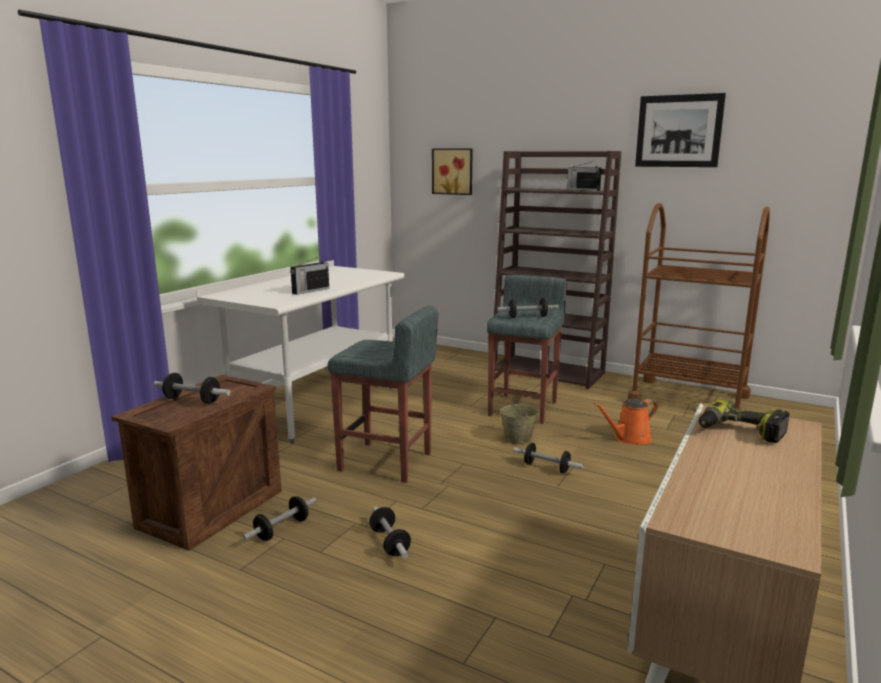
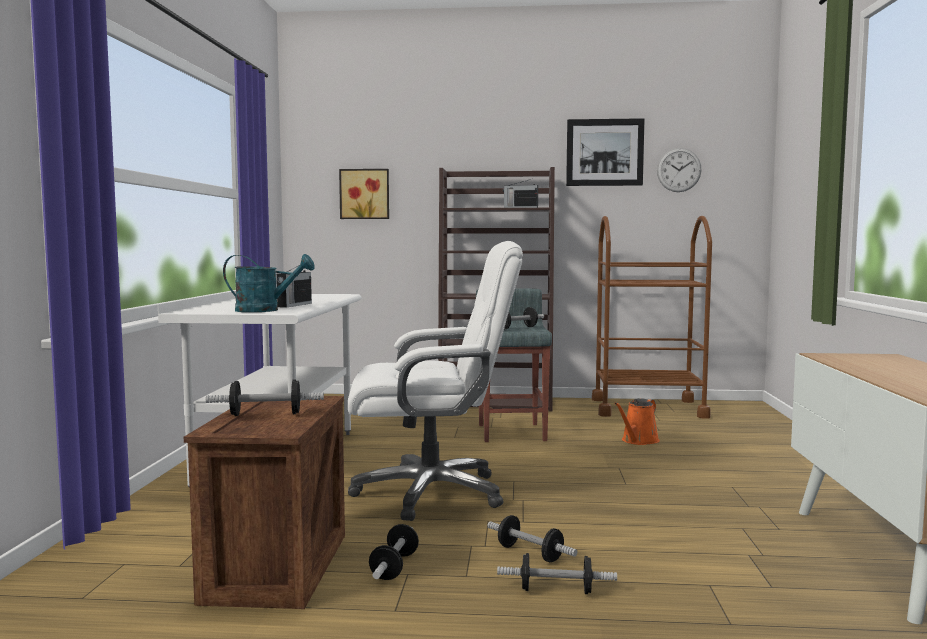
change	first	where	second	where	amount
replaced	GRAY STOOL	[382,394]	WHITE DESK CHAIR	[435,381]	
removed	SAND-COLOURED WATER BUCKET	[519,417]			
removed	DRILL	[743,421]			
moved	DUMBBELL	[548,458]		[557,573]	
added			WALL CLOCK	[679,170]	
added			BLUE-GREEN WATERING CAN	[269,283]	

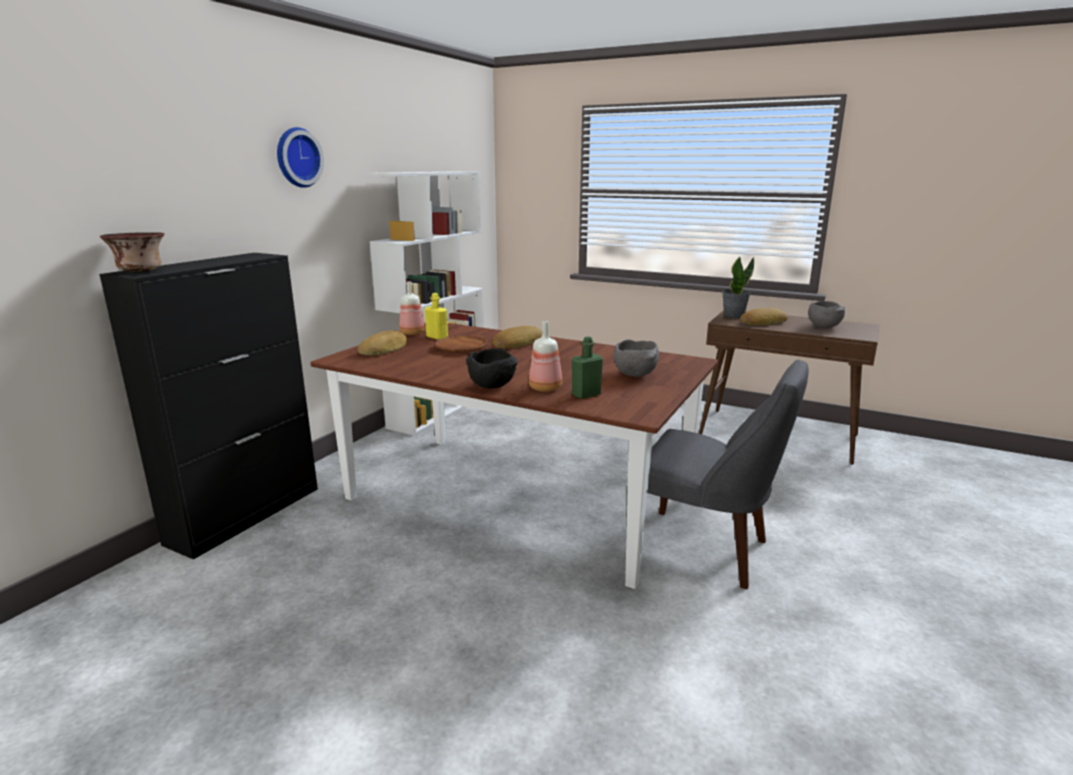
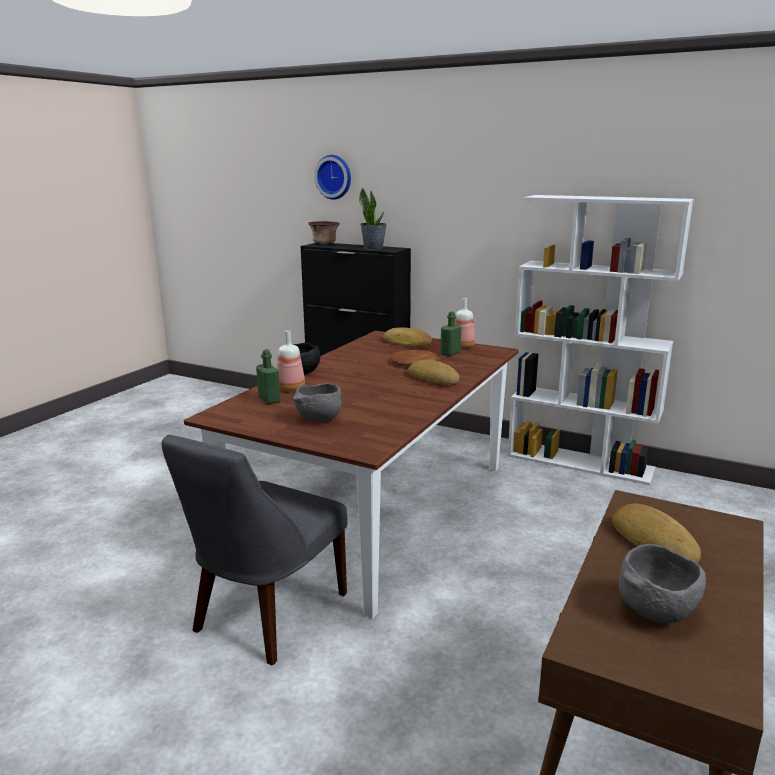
change	first	where	second	where	amount
moved	WALL CLOCK	[300,157]		[332,177]	
moved	HOUSEPLANT	[738,287]		[373,219]	
recoloured	YELLOW BOTTLE	[436,316]	GREEN BOTTLE	[451,333]	

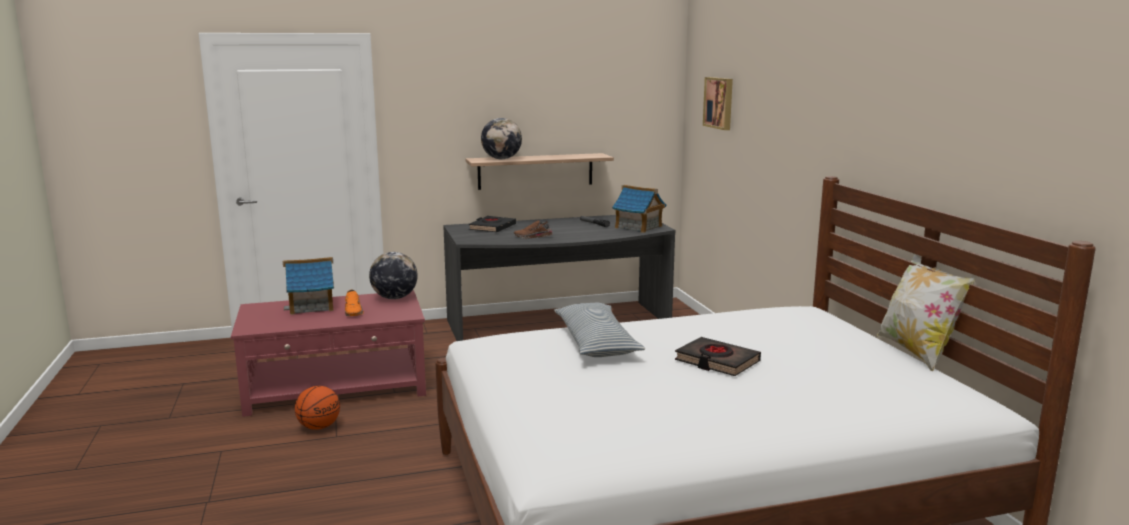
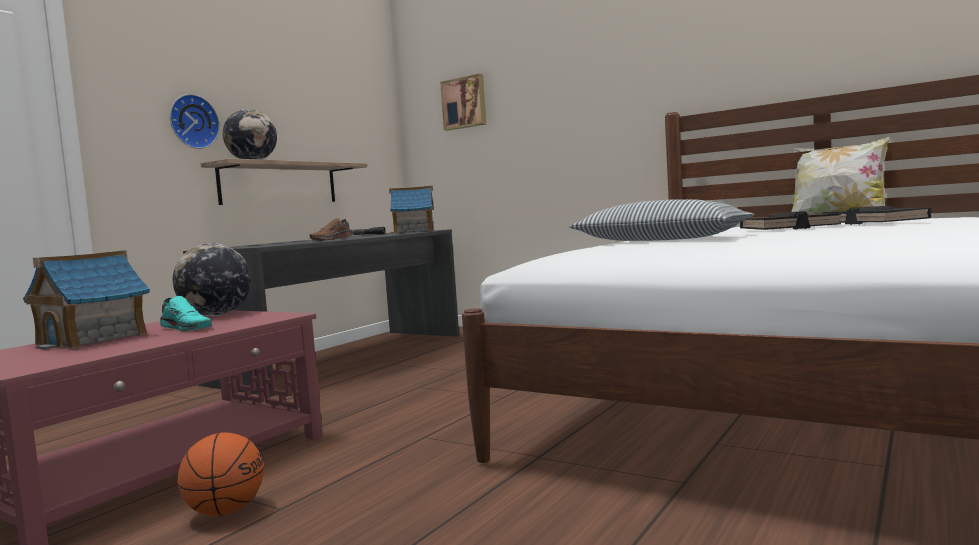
change	first	where	second	where	amount
moved	BLACK-COLOURED VOLUME	[492,224]		[877,215]	
recoloured	ORANGE SHOE	[354,302]	BLUE-GREEN SHOE	[186,314]	
added			WALL CLOCK	[195,121]	

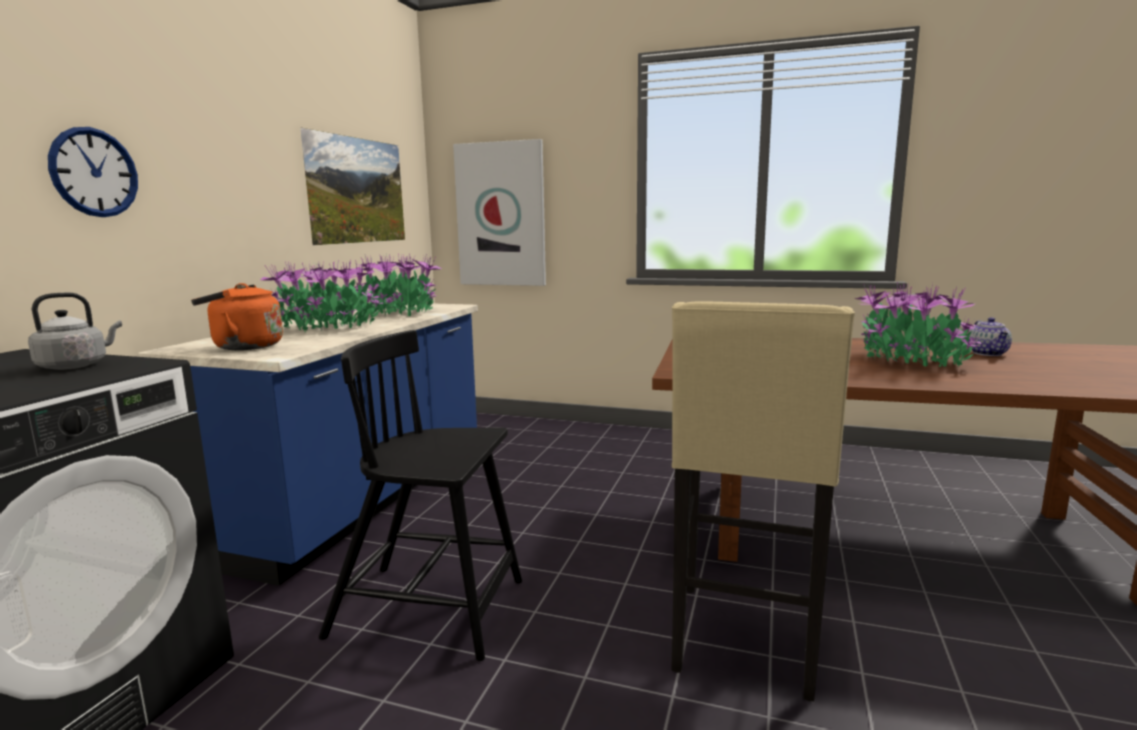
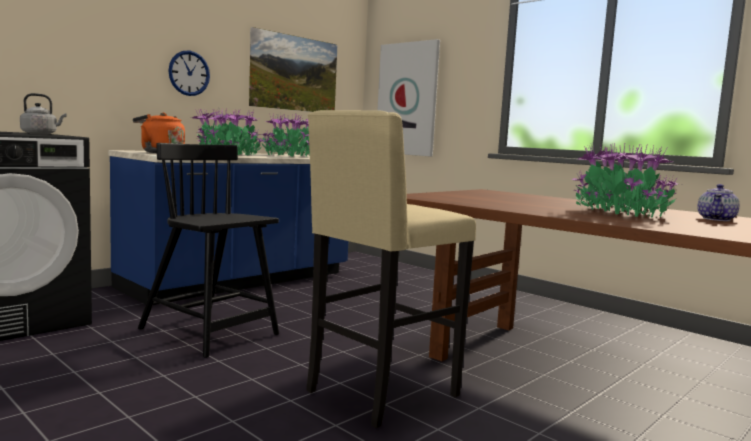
change	first	where	second	where	amount
moved	WALL CLOCK	[93,172]		[189,73]	

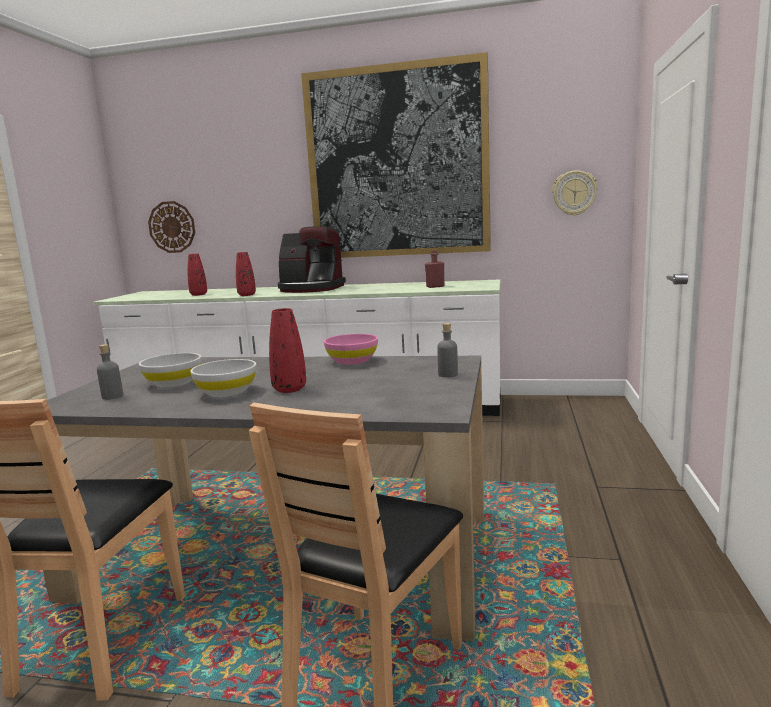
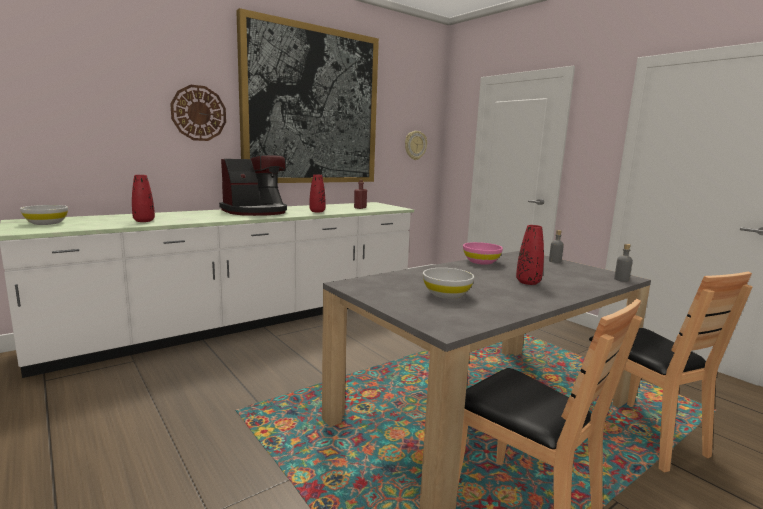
change	first	where	second	where	amount
moved	WALL CLOCK	[171,227]		[198,113]	
moved	RED VASE	[246,274]		[317,193]	
moved	GRAY BOTTLE	[110,372]		[623,263]	
moved	WHITE BOWL	[223,378]		[44,215]	

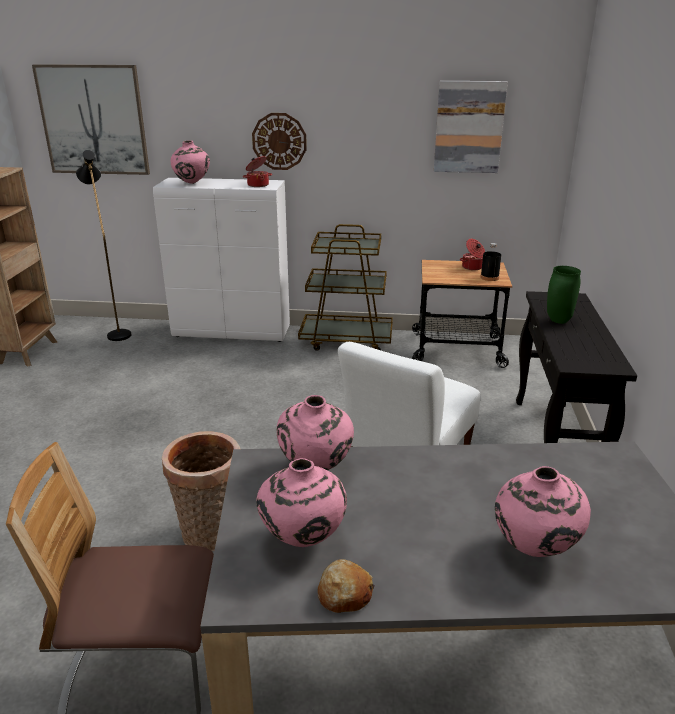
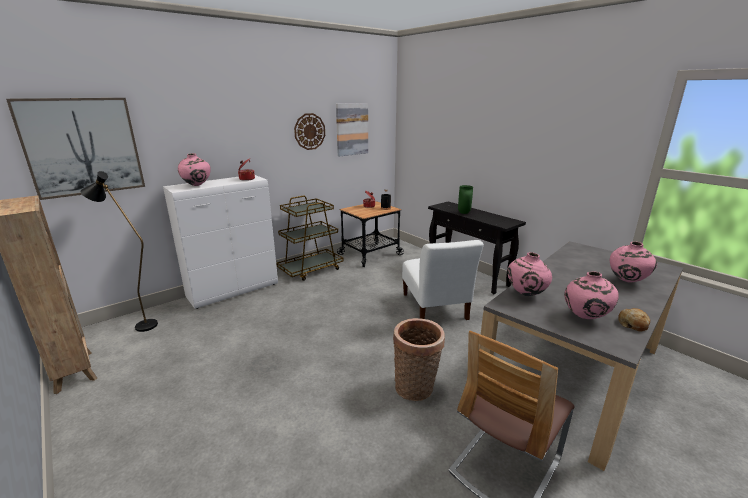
change	first	where	second	where	amount
moved	WALL CLOCK	[279,141]		[309,131]	

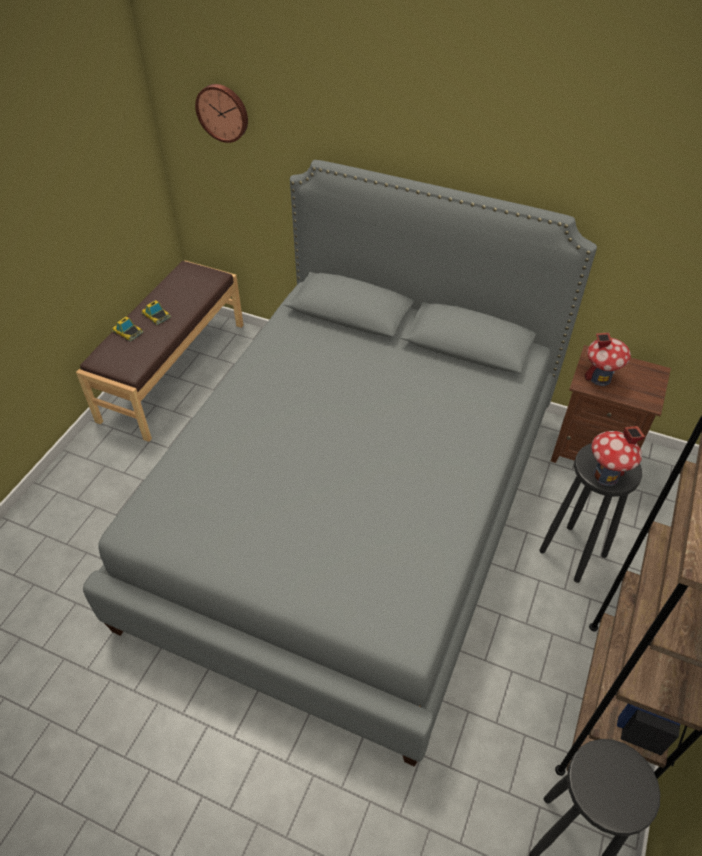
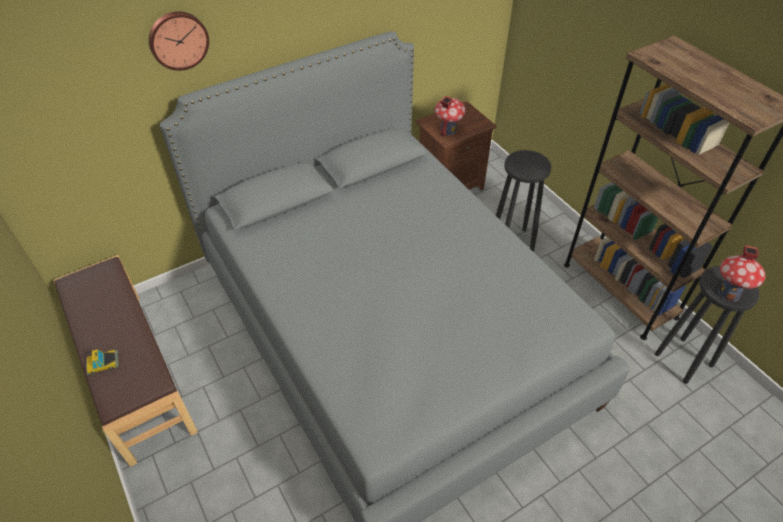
change	first	where	second	where	amount
moved	WALL CLOCK	[221,113]		[179,41]	
removed	TOY CAR	[156,312]			
moved	TOY HOUSE	[618,456]		[741,273]	

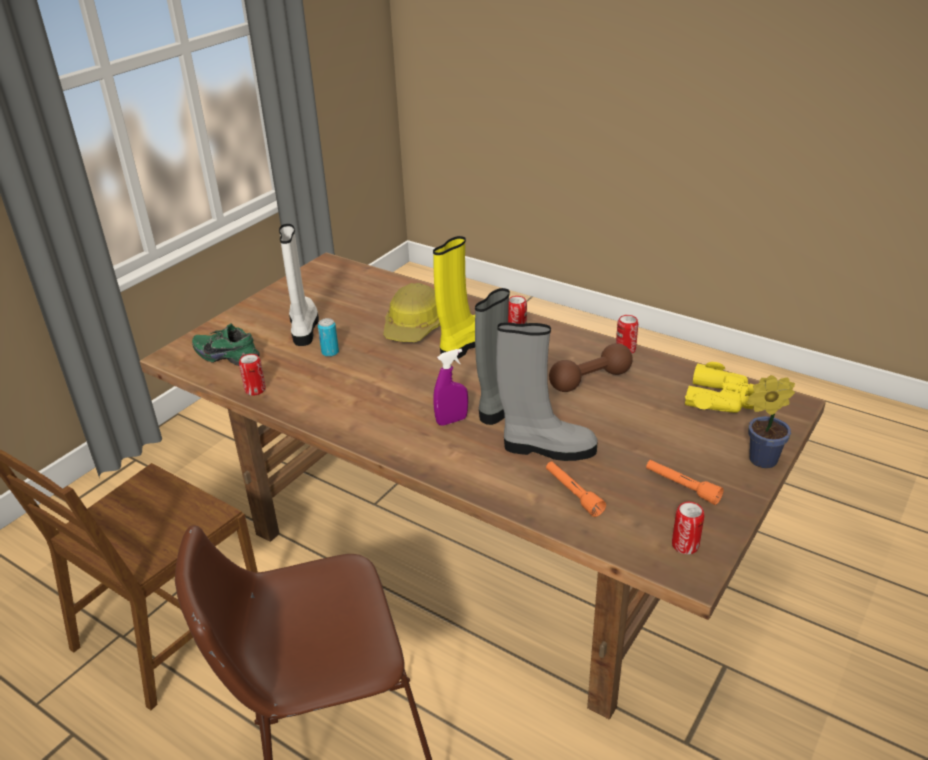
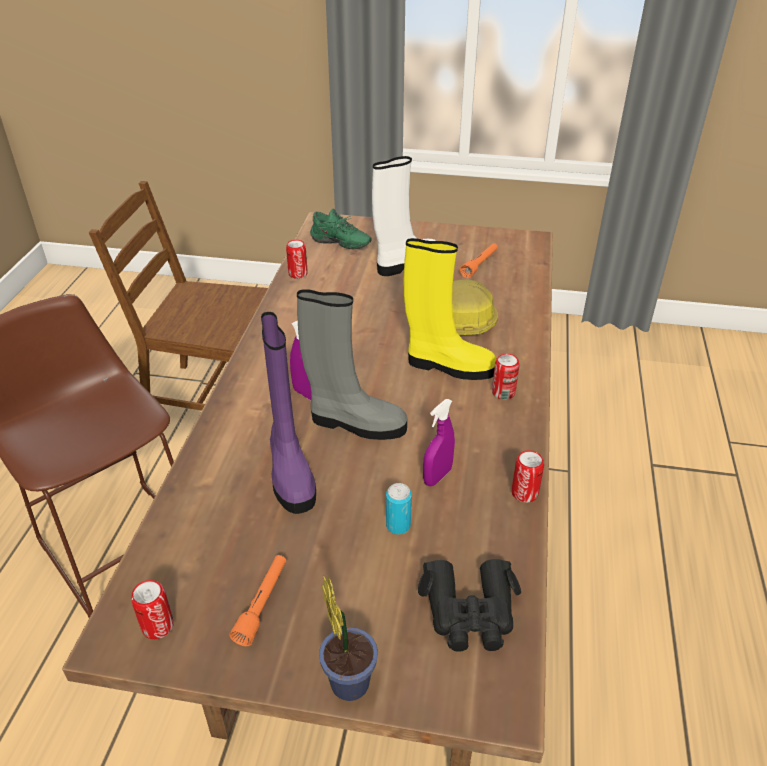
change	first	where	second	where	amount
moved	SEALED CAN	[328,337]		[399,509]	
recoloured	GRAY TALL BOOT	[547,391]	PURPLISH TALL BOOT	[288,413]	
turned	GREEN SHOE	[226,344]		[341,229]	120 degrees clockwise
replaced	BROWN-COLOURED DUMBBELL	[591,367]	PURPLISH SPRAYER	[439,443]	
recoloured	YELLOW PAIR OF BINOCULARS	[720,387]	BLACK-COLOURED PAIR OF BINOCULARS	[469,605]	
moved	ORANGE TORCH	[576,489]		[479,260]	

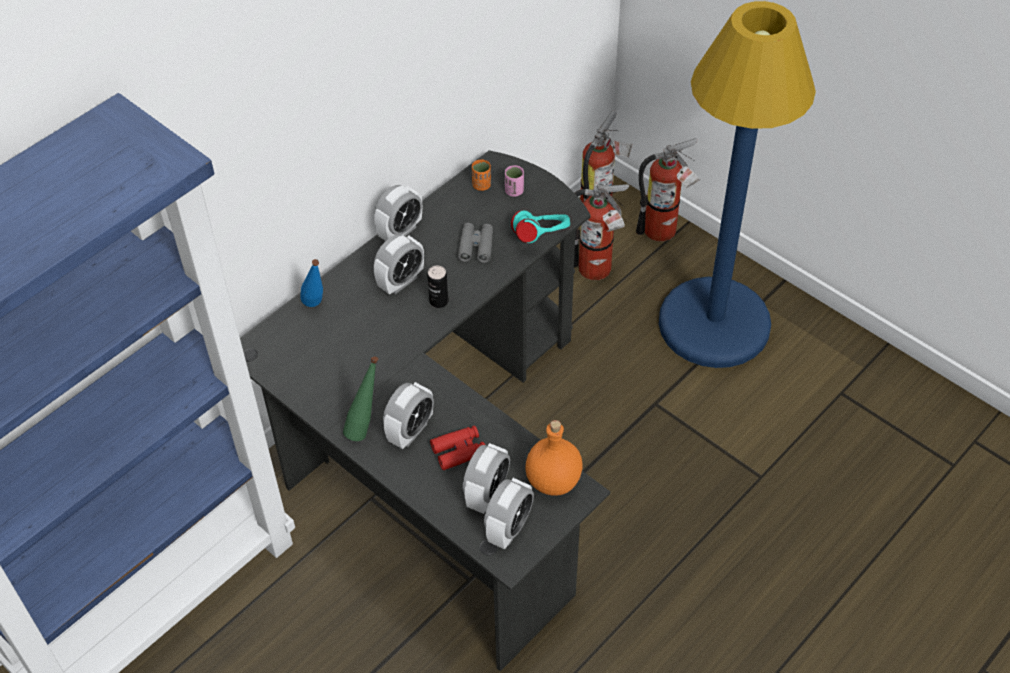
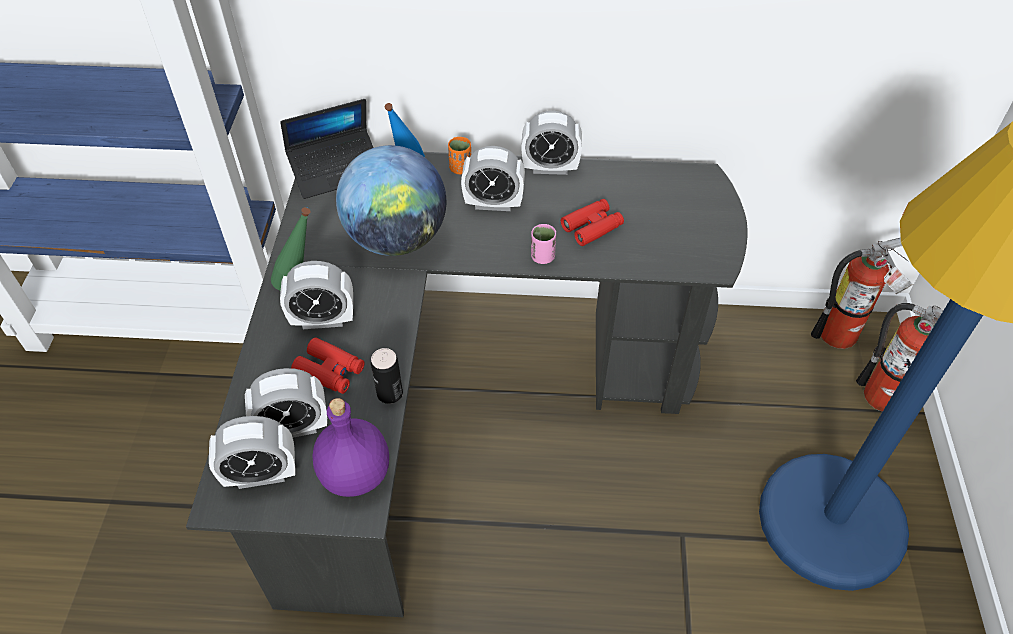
change	first	where	second	where	amount
moved	ORANGE CUP	[481,175]		[459,155]	
moved	PINKISH CUP	[514,181]		[543,244]	
removed	FIRE-FIGHTING CYLINDER	[601,232]			
removed	BLUE-GREEN HEADPHONES	[540,226]			
recoloured	GRAY PAIR OF BINOCULARS	[475,243]	RED PAIR OF BINOCULARS	[592,222]	
moved	SEALED CAN	[438,286]		[387,376]	
recoloured	ORANGE BOTTLE	[554,458]	PURPLISH BOTTLE	[350,447]	
added			LAPTOP	[327,149]	
added			GLOBE	[391,200]	

